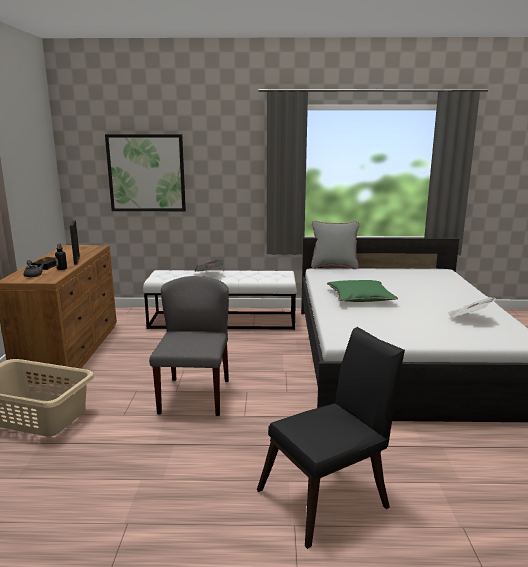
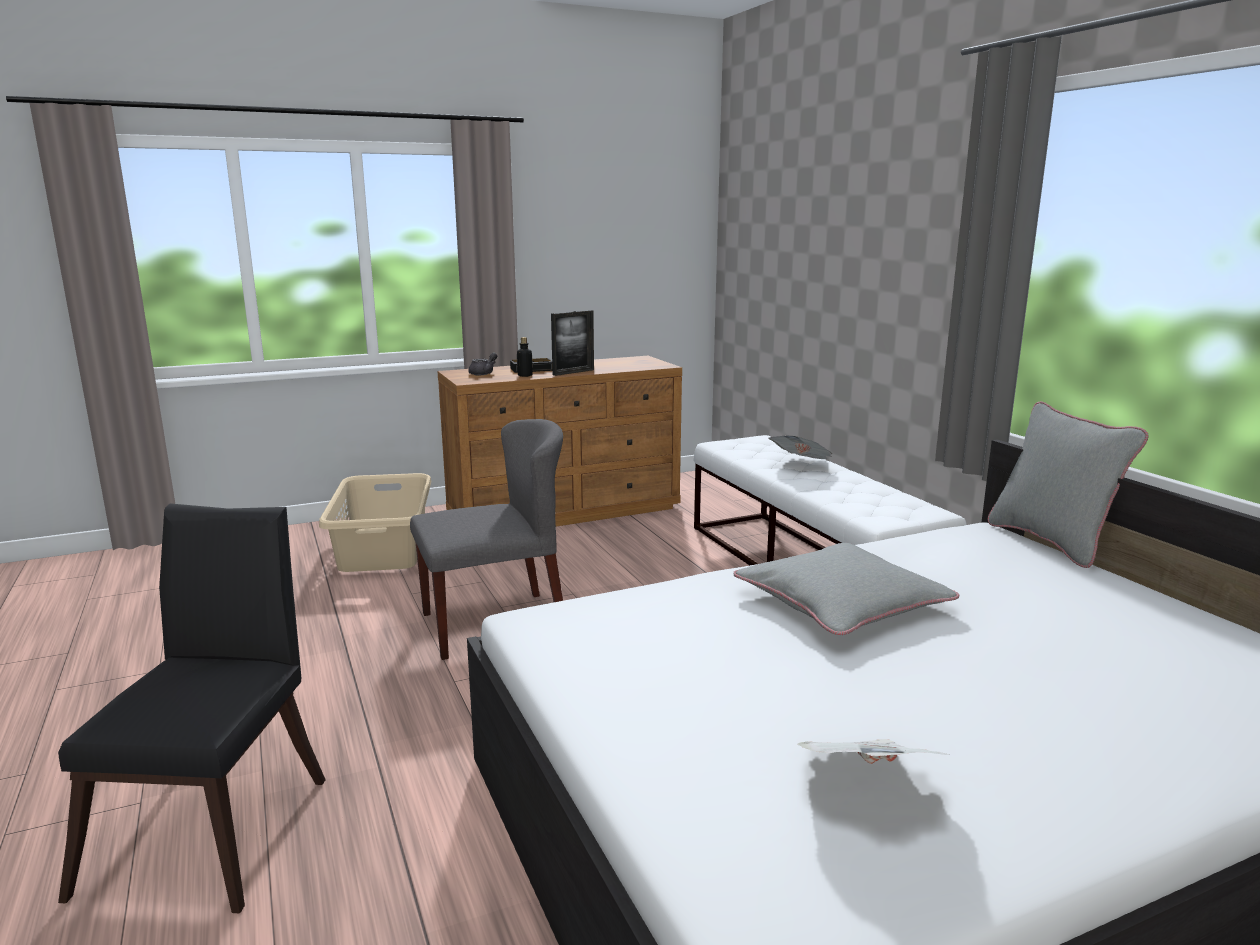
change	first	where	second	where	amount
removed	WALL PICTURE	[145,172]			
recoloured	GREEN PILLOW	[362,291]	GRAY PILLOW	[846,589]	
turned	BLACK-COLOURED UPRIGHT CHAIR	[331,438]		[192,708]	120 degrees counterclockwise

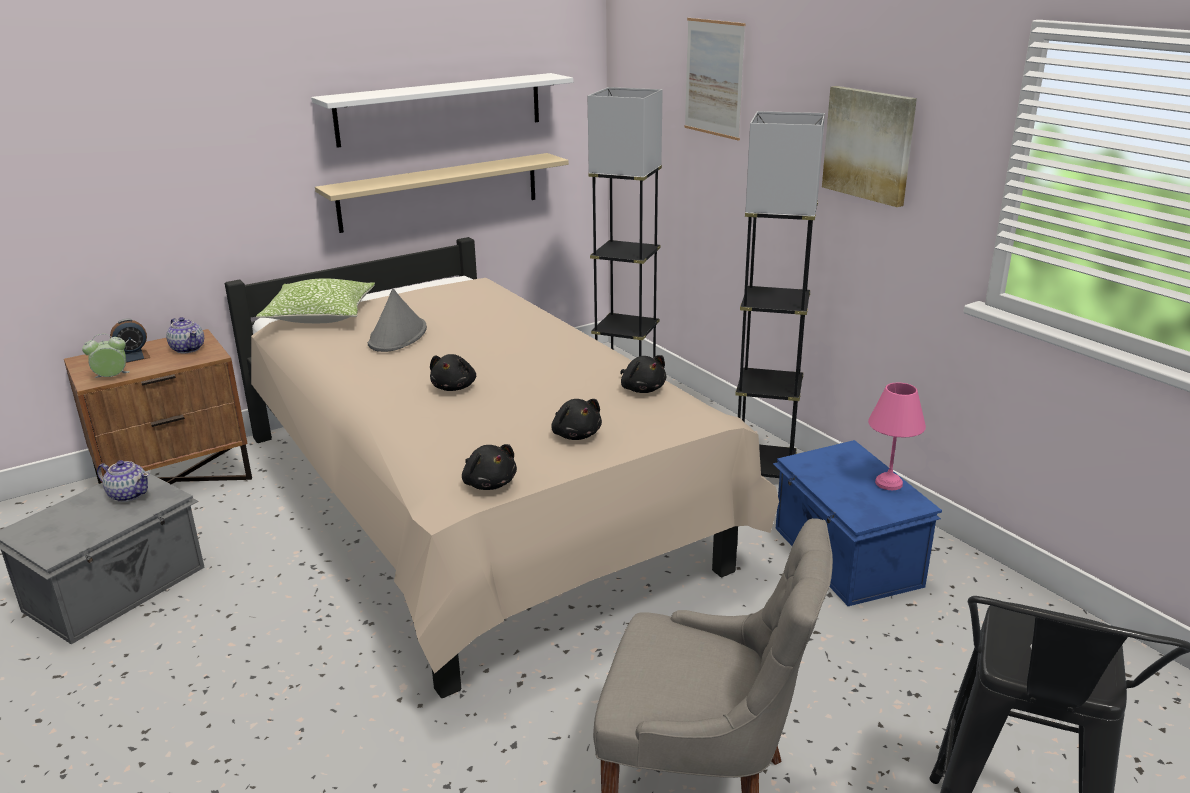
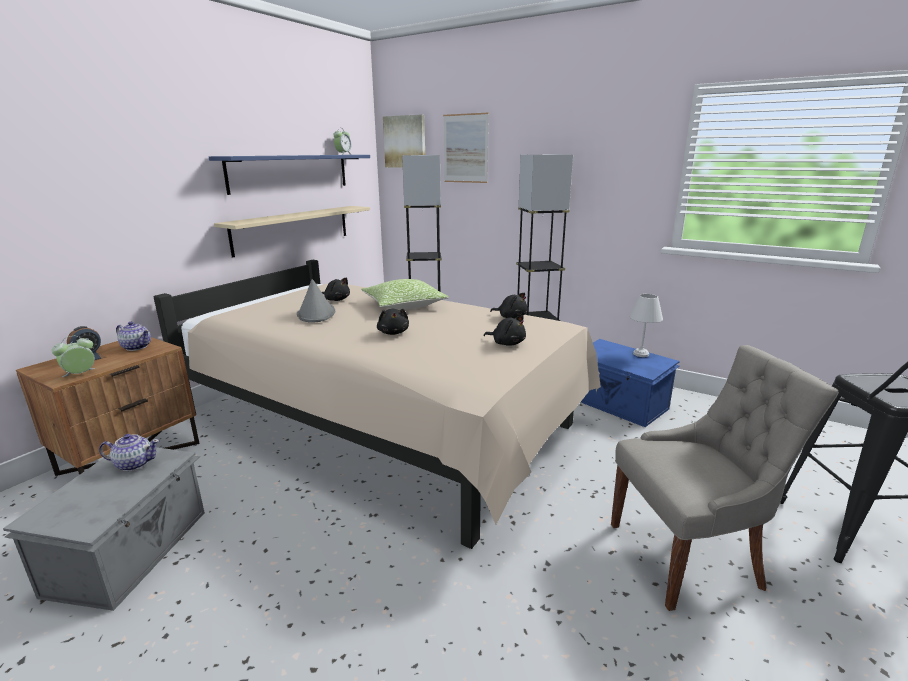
change	first	where	second	where	amount
recoloured	WHITE BRACKET SHELF	[442,110]	BLUE BRACKET SHELF	[289,175]	
moved	WALL PICTURE	[869,146]		[404,141]	
moved	PILLOW	[315,300]		[405,294]	
recoloured	PINKISH TABLETOP LAMP	[897,436]	WHITE TABLETOP LAMP	[646,325]	
moved	BLACK-COLOURED CUDDLY TOY	[489,467]		[336,289]	
added			BEDSIDE CLOCK	[343,141]	

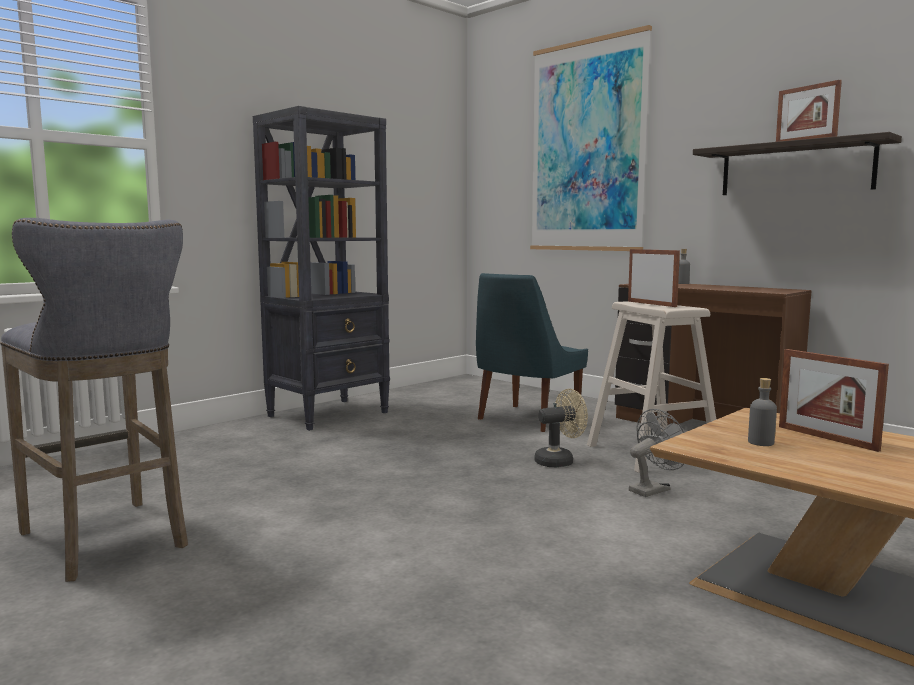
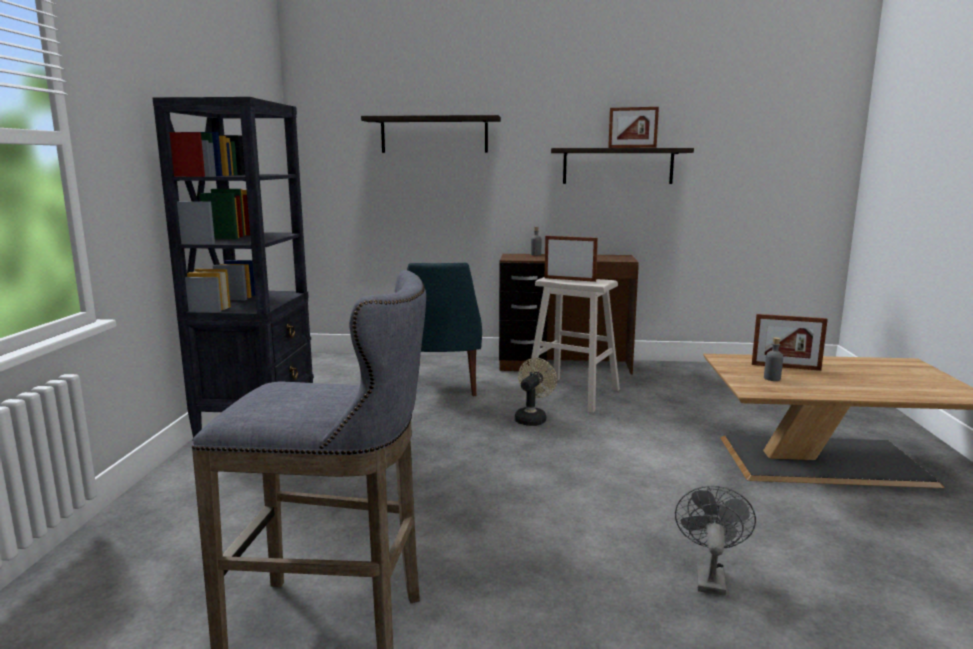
change	first	where	second	where	amount
replaced	WALL PICTURE	[591,138]	BRACKET SHELF	[431,134]	
moved	GRAY FAN	[656,453]		[715,541]	

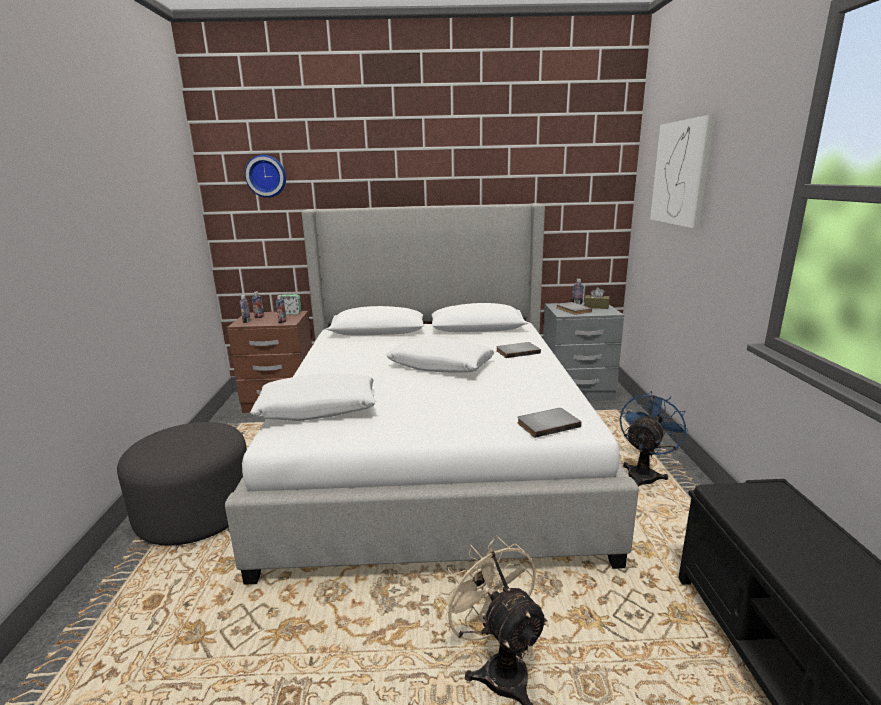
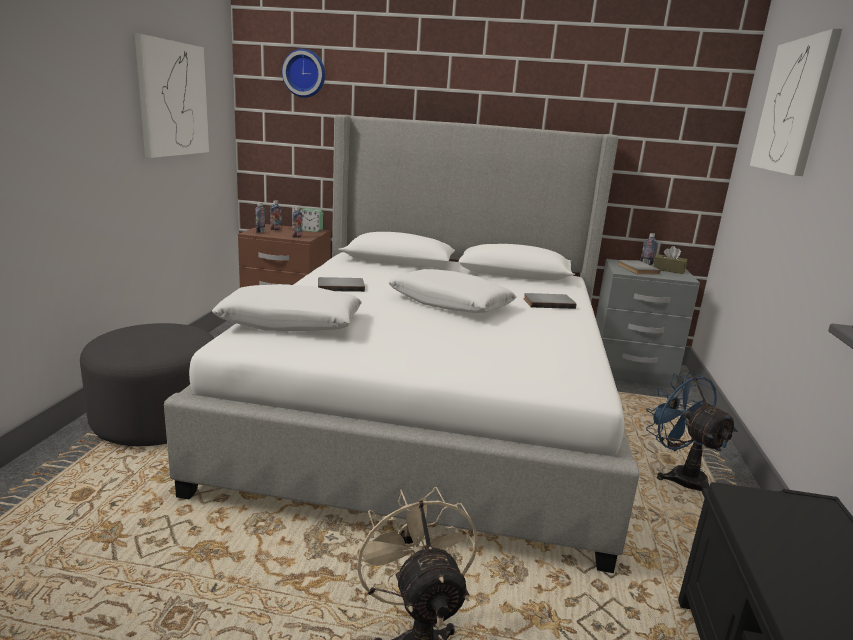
change	first	where	second	where	amount
turned	BLUE FAN	[653,439]		[692,431]	75 degrees counterclockwise
moved	GRAY VOLUME	[549,423]		[341,284]	
added			WALL PICTURE	[172,96]	

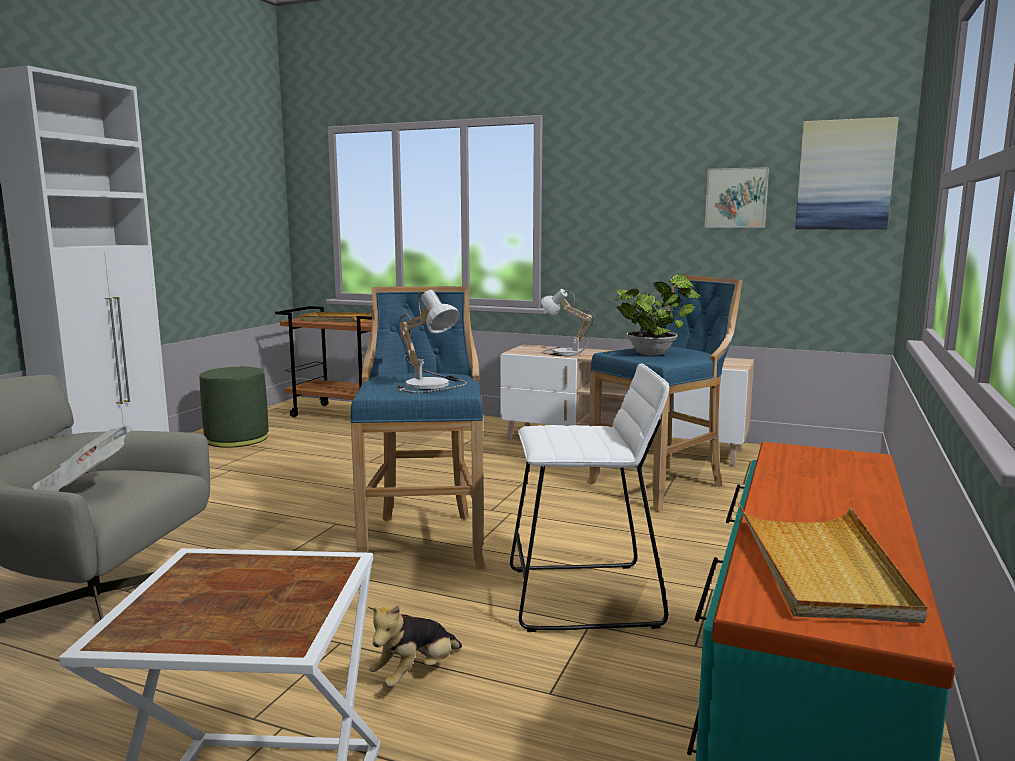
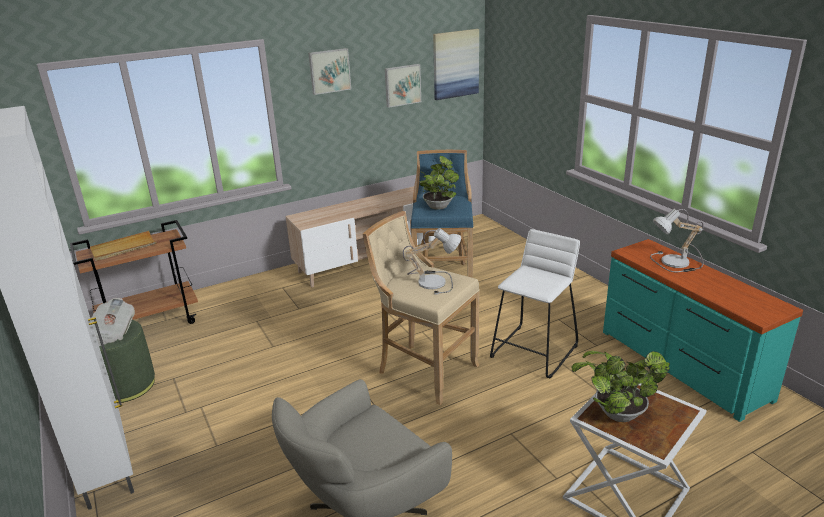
change	first	where	second	where	amount
recoloured	BLUE STOOL	[417,427]	SAND-COLOURED STOOL	[421,308]	
moved	TABLETOP LAMP	[567,322]		[677,240]	
moved	PRINTED PAPER	[82,458]		[113,322]	
removed	SAND-COLOURED SERVING TRAY	[832,563]			
removed	CUDDLY TOY	[415,646]			
added			WALL PICTURE	[330,71]	
added			HOUSEPLANT	[621,386]	

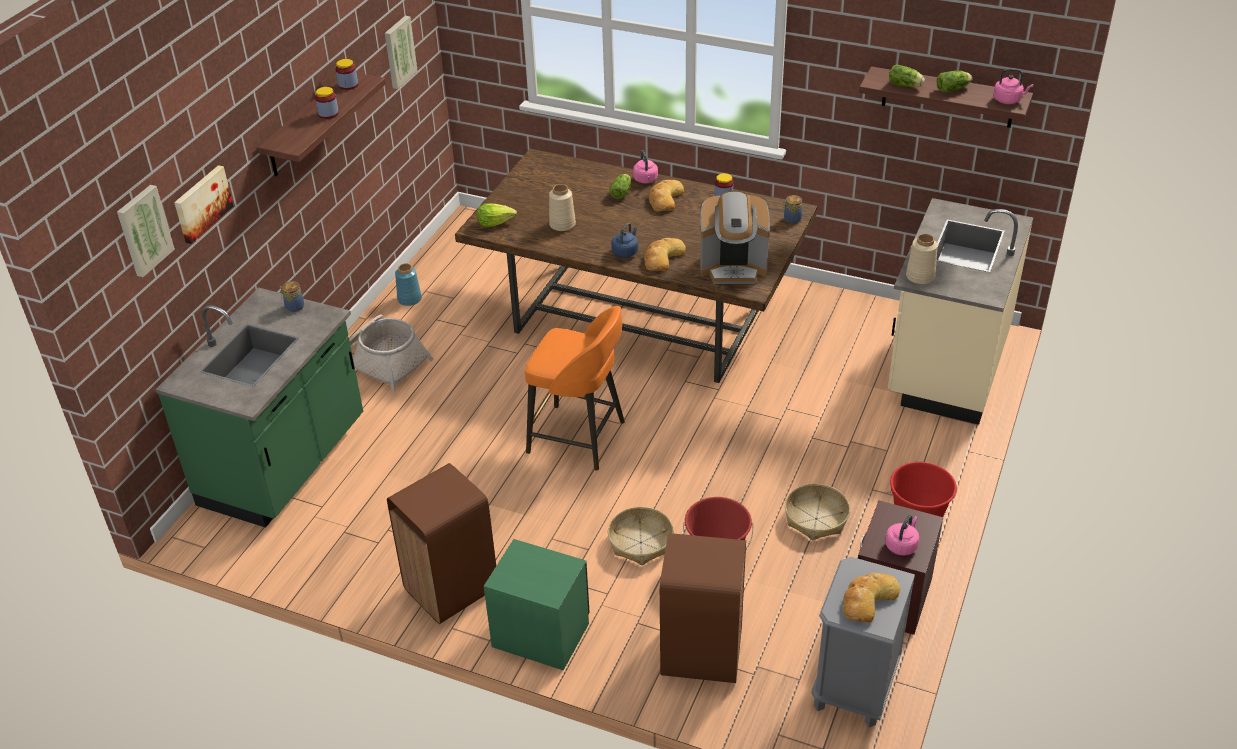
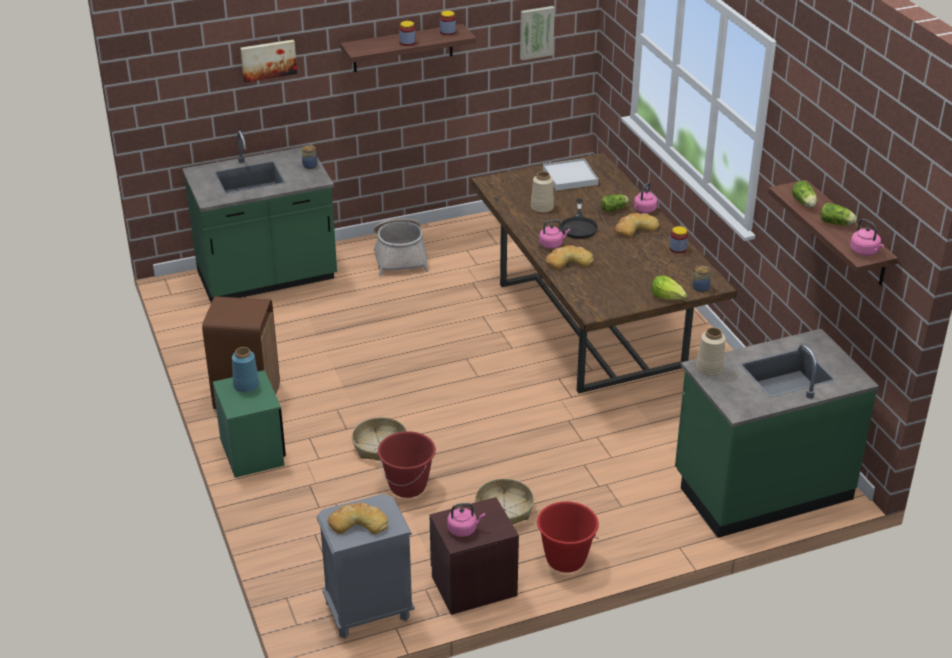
change	first	where	second	where	amount
removed	WALL PICTURE	[146,231]			
removed	COFFEE MAKER	[735,237]			
recoloured	SAND-COLOURED KITCHEN COUNTER	[960,311]	GREEN KITCHEN COUNTER	[777,433]	
moved	LETTUCE HEAD	[497,215]		[669,287]	
recoloured	BLUE TEA KETTLE	[624,240]	PINKISH TEA KETTLE	[554,234]	
moved	BLUE VASE	[408,284]		[246,370]	
removed	ORANGE STOOL	[575,388]			
removed	BROWN-COLOURED RUBBISH BIN	[703,608]			
added			WHITE SERVING TRAY	[570,174]	
added			BLACK-COLOURED SKILLET	[579,218]	

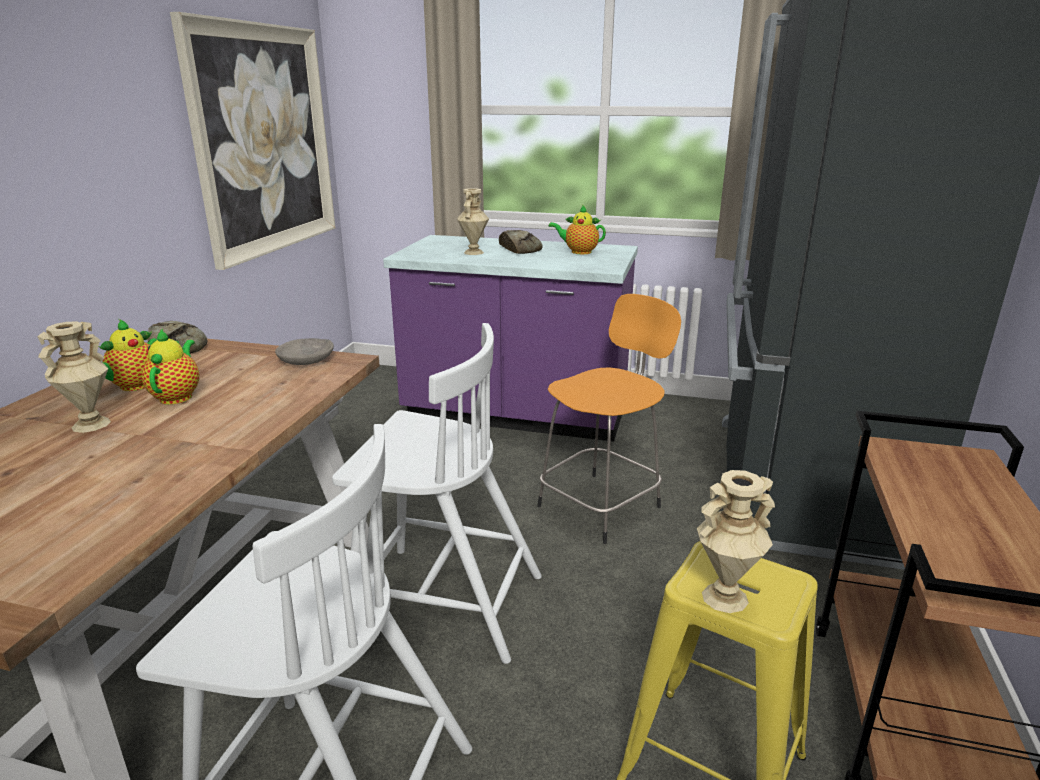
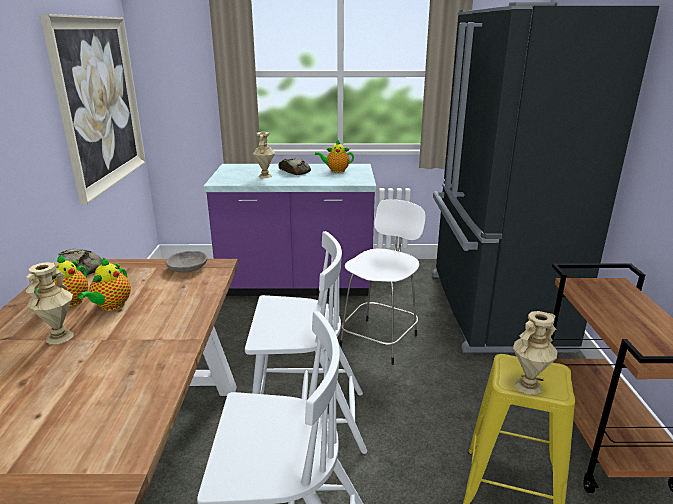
change	first	where	second	where	amount
recoloured	ORANGE STOOL	[609,419]	WHITE STOOL	[383,282]	
turned	TEAPOT	[170,367]		[104,284]	150 degrees counterclockwise

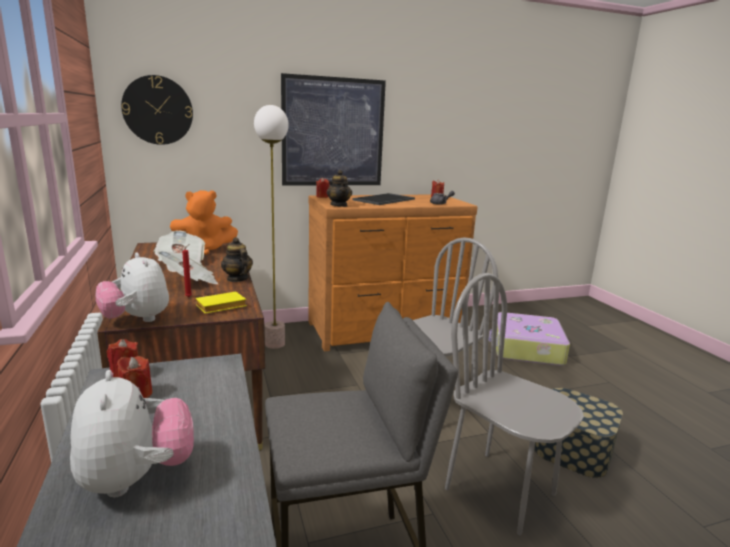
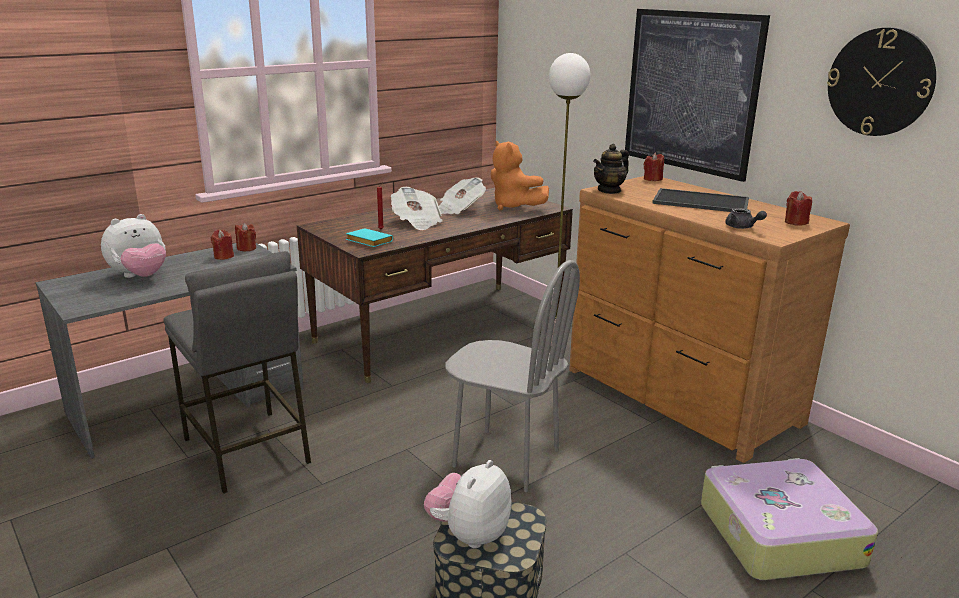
change	first	where	second	where	amount
moved	WALL CLOCK	[157,110]		[881,81]	
removed	TEAPOT	[237,259]			
moved	CUDDLY TOY	[132,287]		[468,504]	
removed	GRAY UPRIGHT CHAIR	[514,404]			
recoloured	YELLOW VOLUME	[221,303]	BLUE-GREEN VOLUME	[369,237]	

